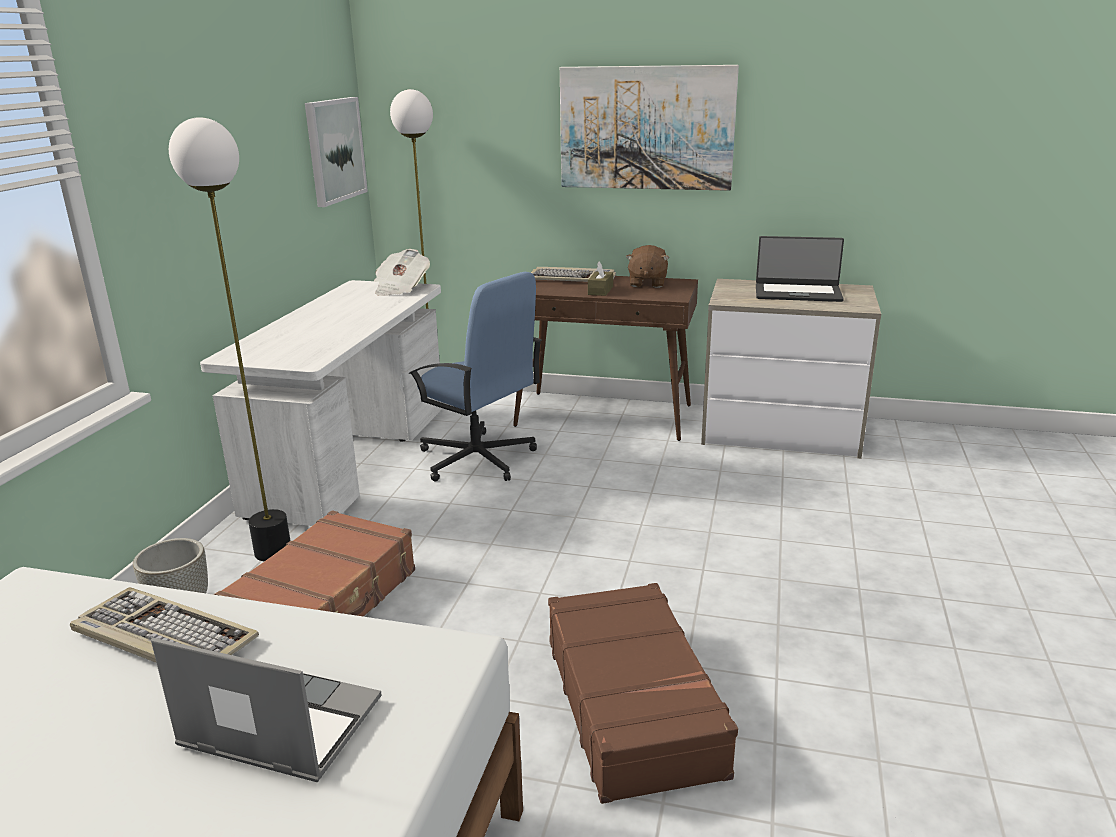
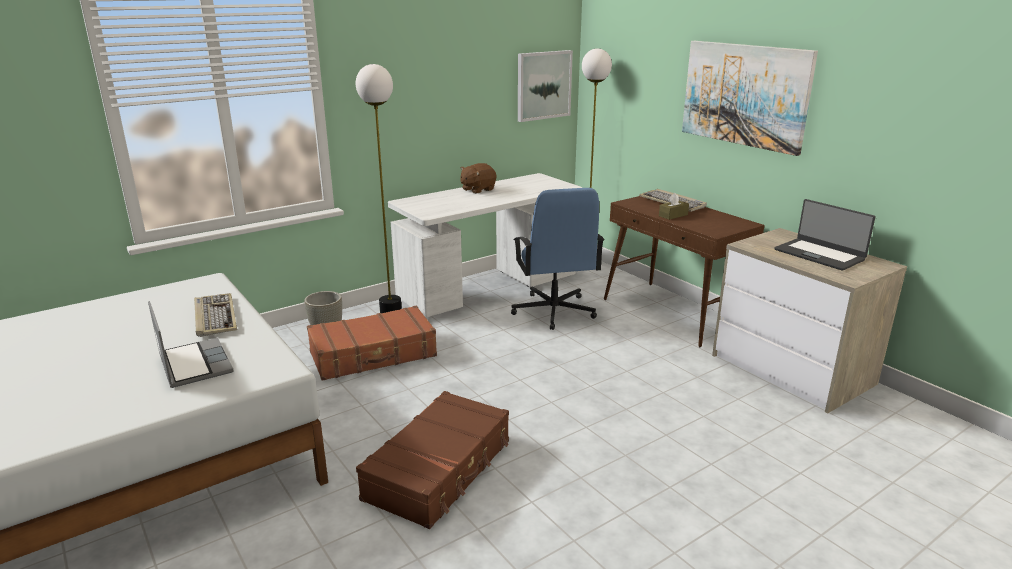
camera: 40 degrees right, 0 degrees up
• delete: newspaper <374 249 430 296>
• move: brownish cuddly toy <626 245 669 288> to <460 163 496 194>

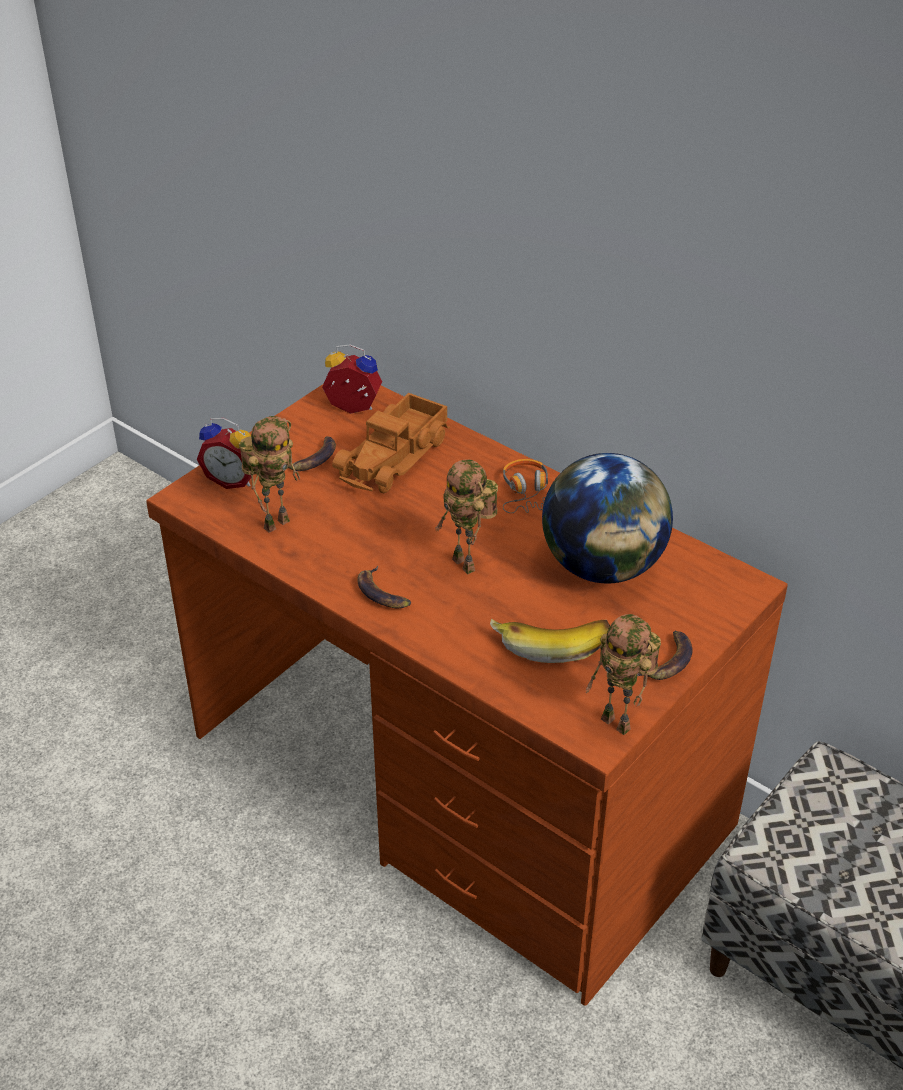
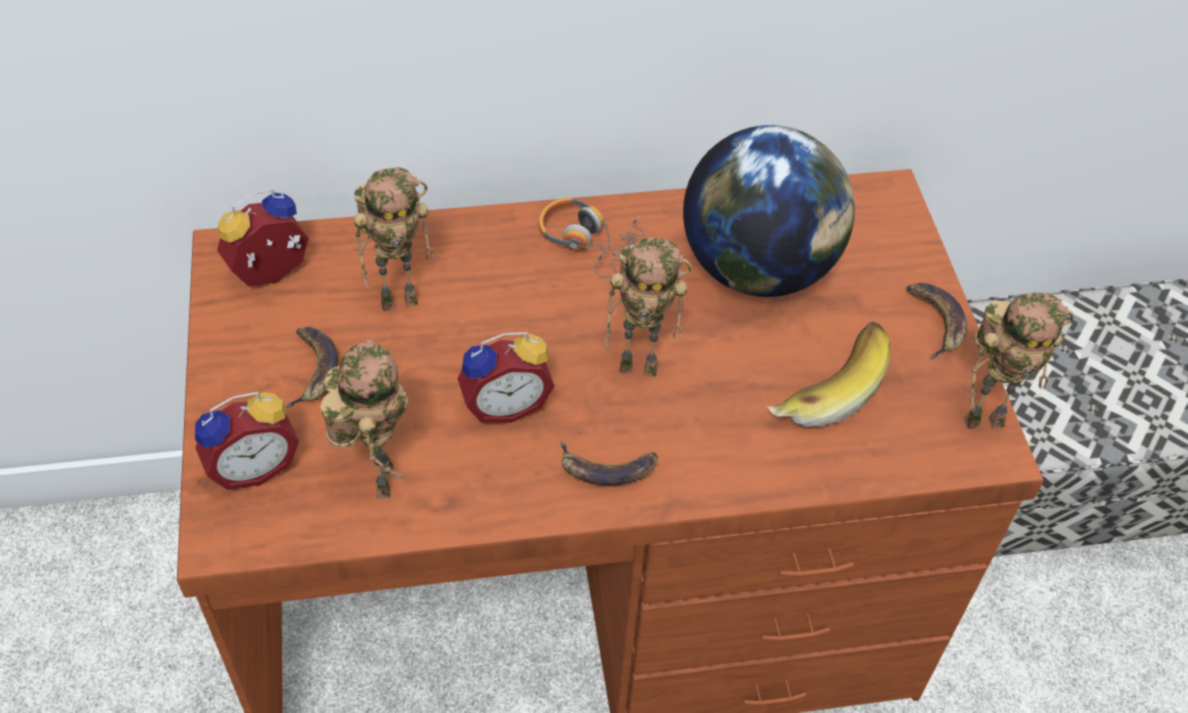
camera: 50 degrees left, 10 degrees up
• replace: toy lorry <332 393 450 493> to robot figure <354 167 434 311>
• insert: bedside clock <457 332 555 423>

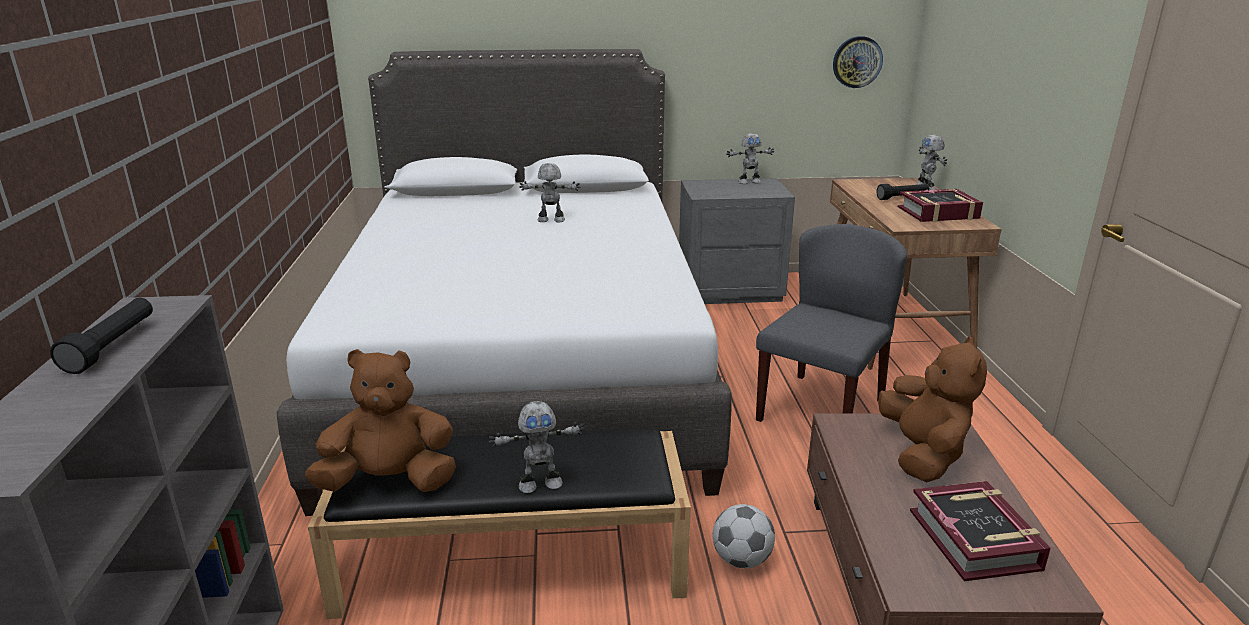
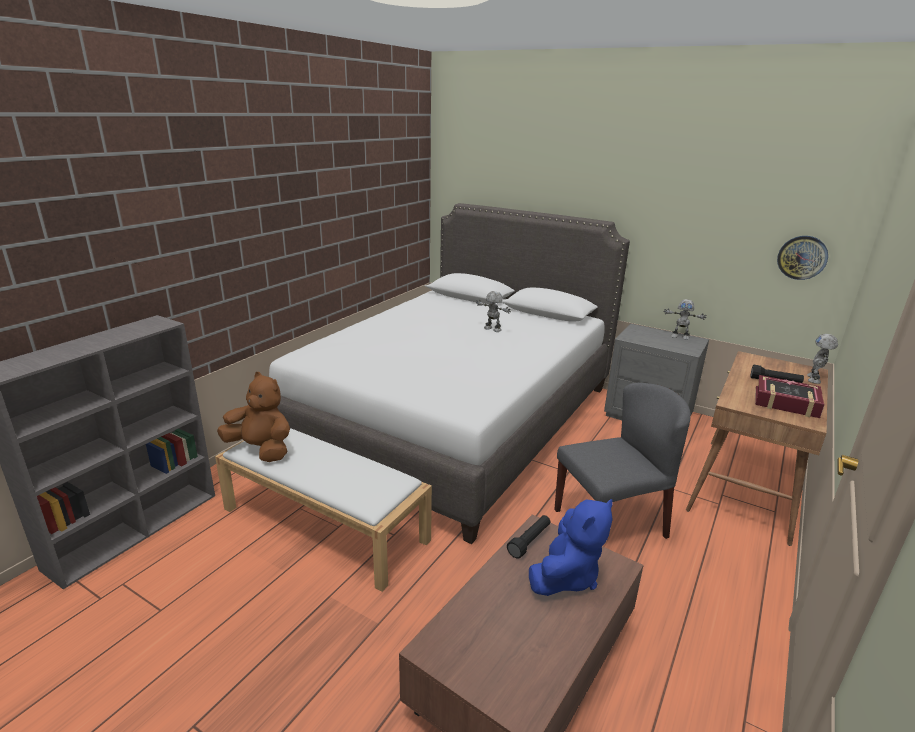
camera: 35 degrees right, 0 degrees up
• move: black-coloured flashlight <50 298 153 374> to <507 515 550 559>
• recolor: black-coloured long seat <308 428 691 619> to whitish long seat <215 428 432 592>
• delete: robot figure <488 401 585 493>
• delete: football <713 504 775 568>
• recolor: brownish cuddly toy <878 337 987 482> to blue cuddly toy <529 499 613 596>
• delete: volume <910 481 1051 581>

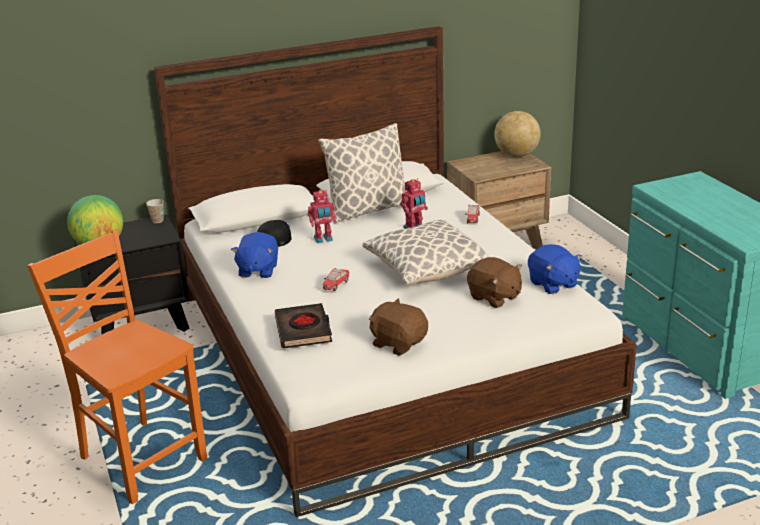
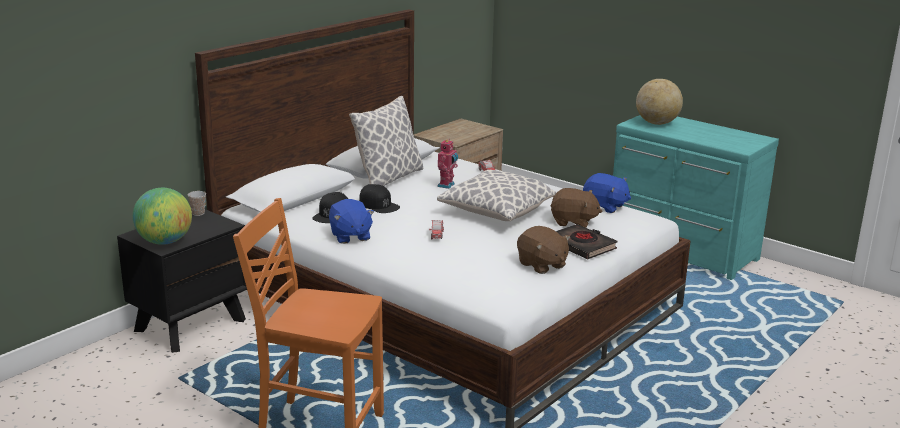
camera: 30 degrees left, 5 degrees down
• move: black-coloured volume <275 303 332 349> to <556 224 618 259>
• replace: robot figure <308 190 336 243> to black-coloured baseball cap <359 184 400 213>
• rotate: brownish cuddly toy <369 298 428 356> = <517 226 570 274> 135 degrees counterclockwise
• move: desk globe <494 111 541 157> to <636 79 683 125>

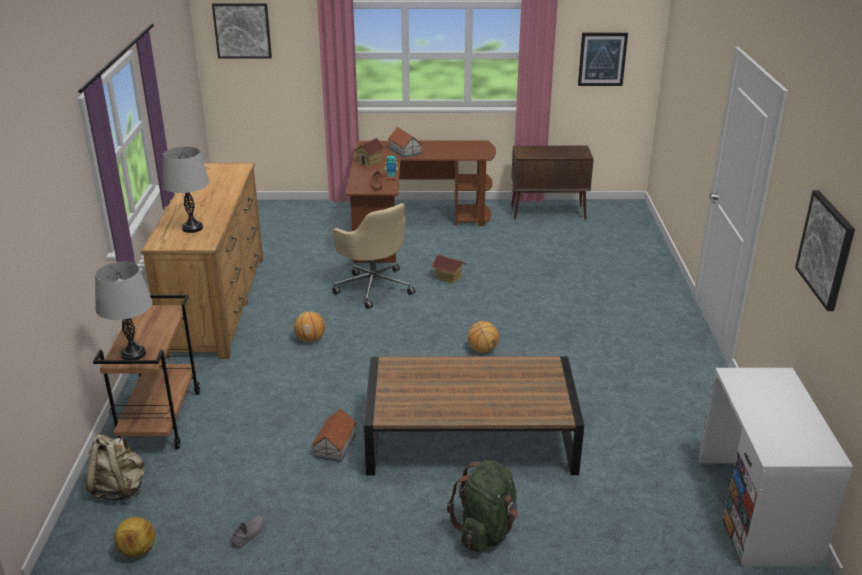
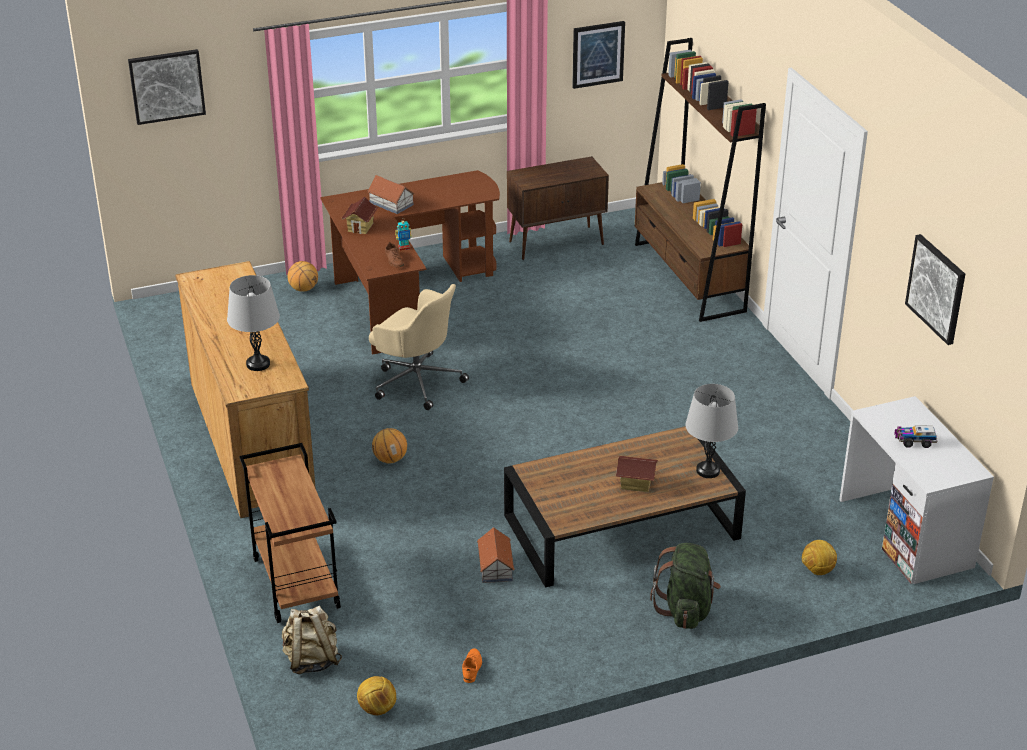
camera: 20 degrees left, 5 degrees up
• move: greyish table lamp <95 262 152 360> to <685 384 738 478>
• recolor: greyish shoe <232 516 264 549> to orangey shoe <462 648 482 683>
• move: toy house <431 254 467 284> to <616 456 658 492>
• move: basketball ball <468 321 499 353> to <287 261 318 292>
• insert: brownish bookcase <635 38 766 322>
• insert: football <802 540 837 575>
• insert: toy lorry <894 425 938 448>

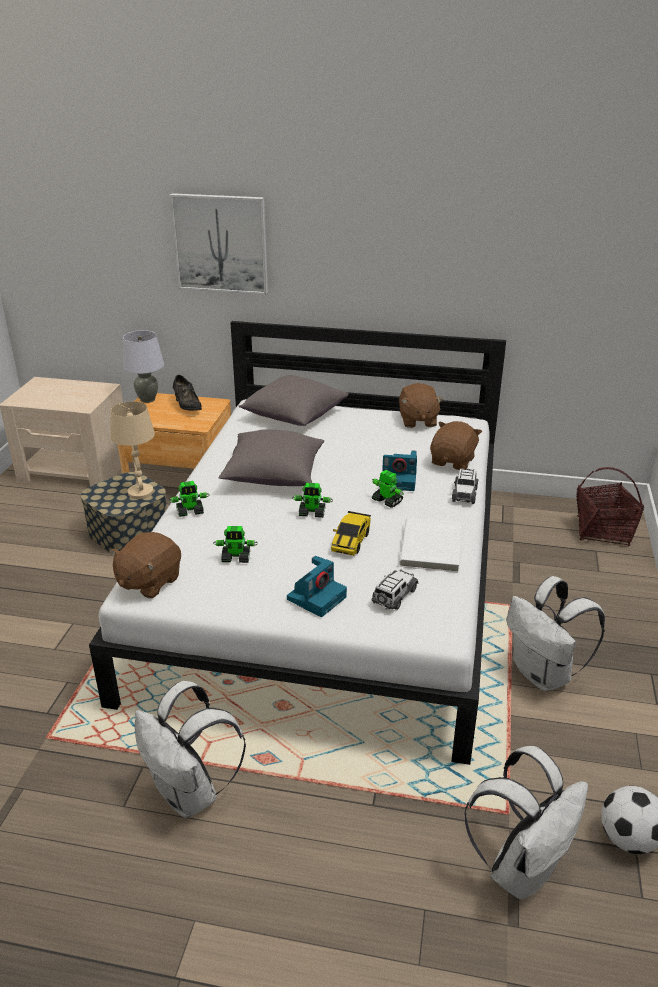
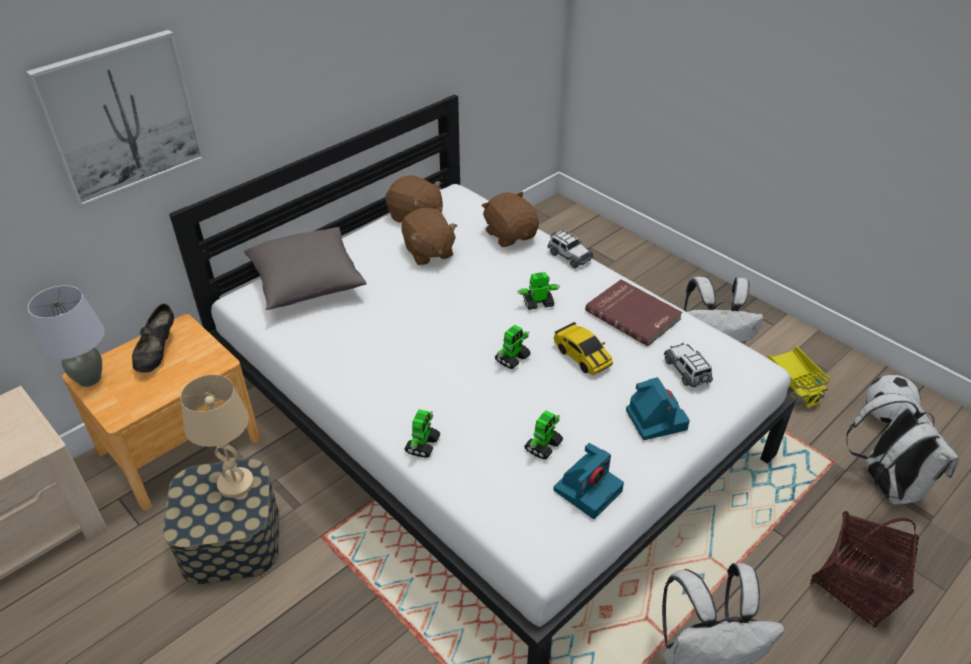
camera: 55 degrees left, 10 degrees up
• move: brownish cuddly toy <110 532 181 598> to <401 208 457 265>
• rotate: black-coloured shoe <173 375 202 411> = <132 304 174 373> 90 degrees clockwise
• delete: greyish pillow <218 429 324 486>
• move: still camera <382 450 417 491> to <553 443 624 519>
• recolor: whitish volume <399 517 461 573> to reddish volume <585 279 682 346>
• move: storage basket <577 467 644 547> to <810 511 919 628>
• insert: toy lorry <767 346 829 409>

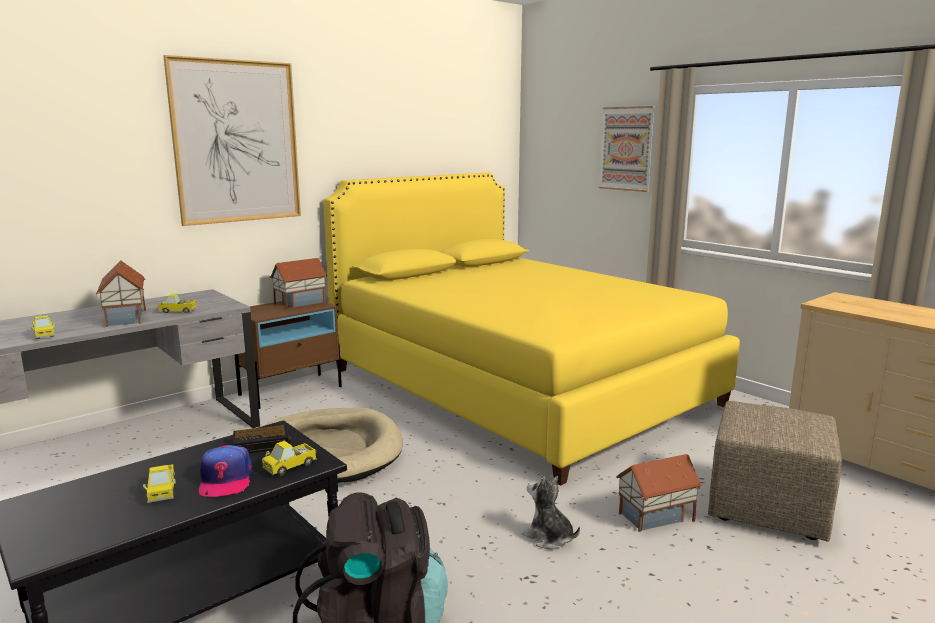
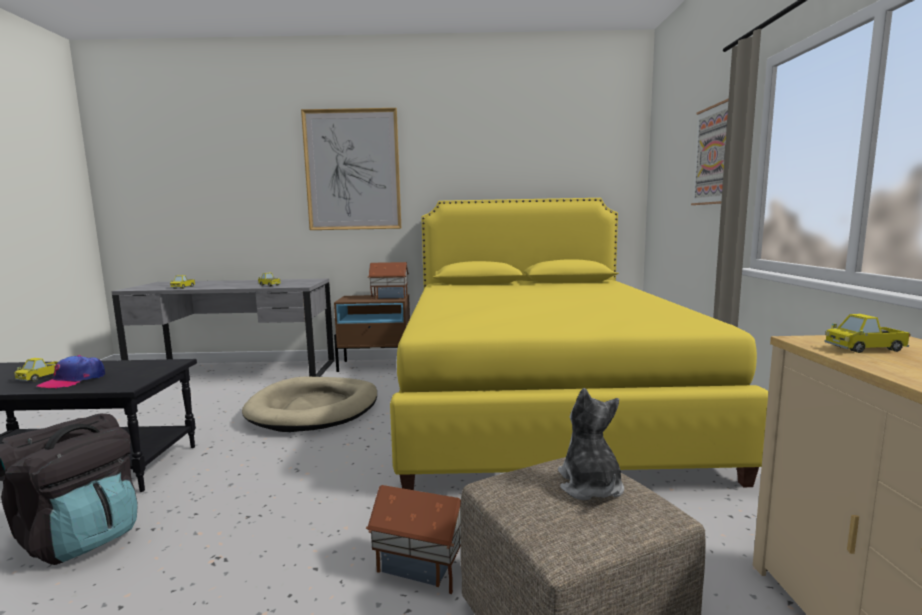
camera: 40 degrees right, 5 degrees down
• delete: toy house <96 260 146 327>
• delete: bedside clock <233 425 291 453>
• move: toy lorry <262 441 317 475> to <824 314 911 353>
• move: cuddly toy <522 476 580 549> to <558 388 624 500>

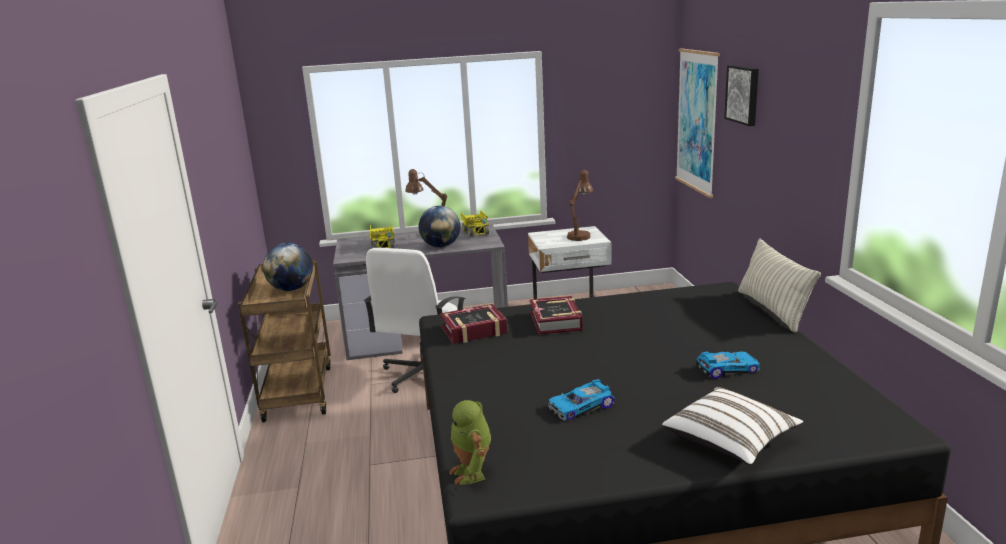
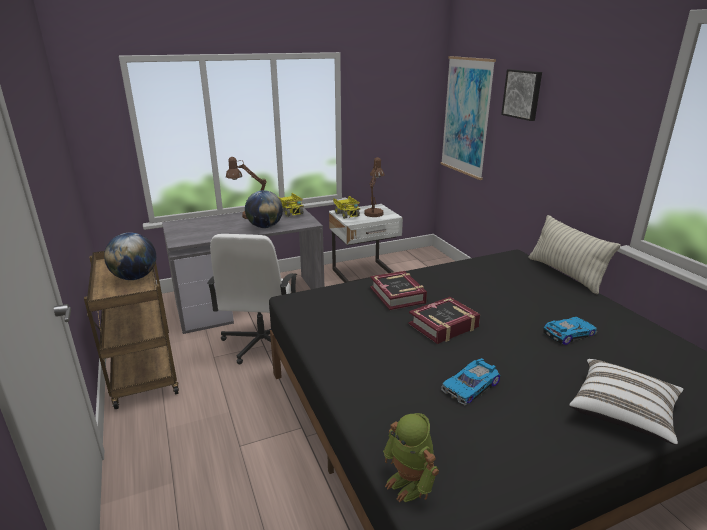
camera: 15 degrees left, 5 degrees up
• move: toy lorry <370 223 395 248> to <333 196 360 219>
• move: volume <440 304 508 344> to <408 297 480 344>

